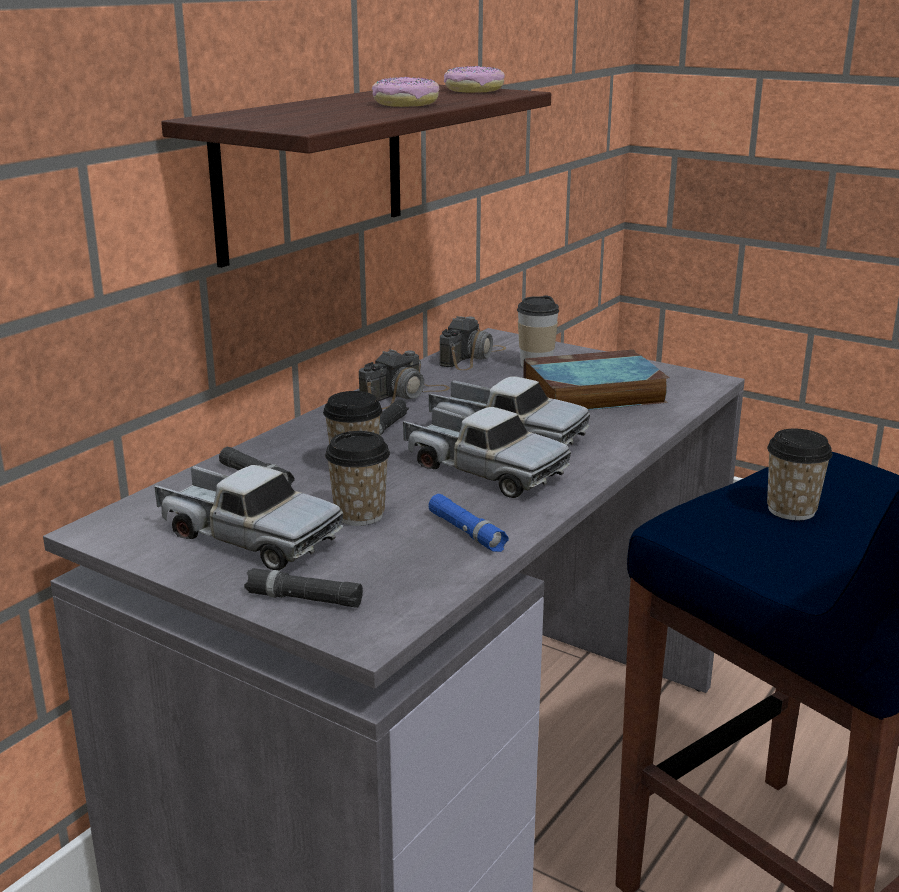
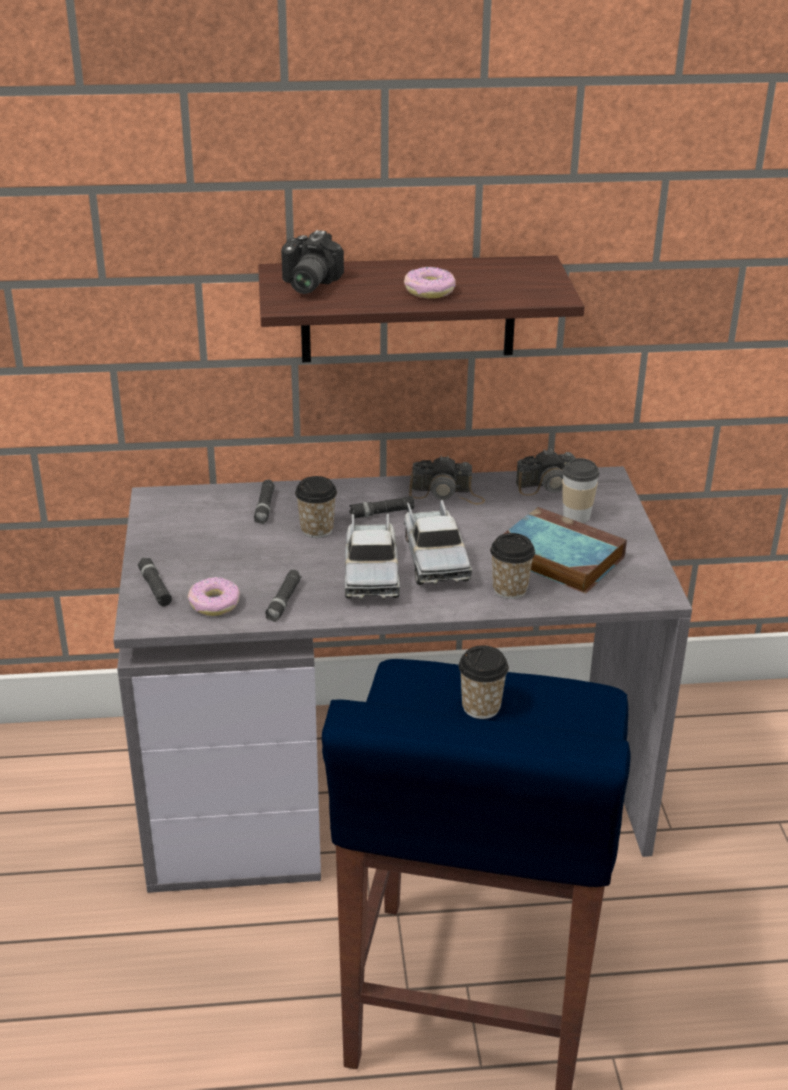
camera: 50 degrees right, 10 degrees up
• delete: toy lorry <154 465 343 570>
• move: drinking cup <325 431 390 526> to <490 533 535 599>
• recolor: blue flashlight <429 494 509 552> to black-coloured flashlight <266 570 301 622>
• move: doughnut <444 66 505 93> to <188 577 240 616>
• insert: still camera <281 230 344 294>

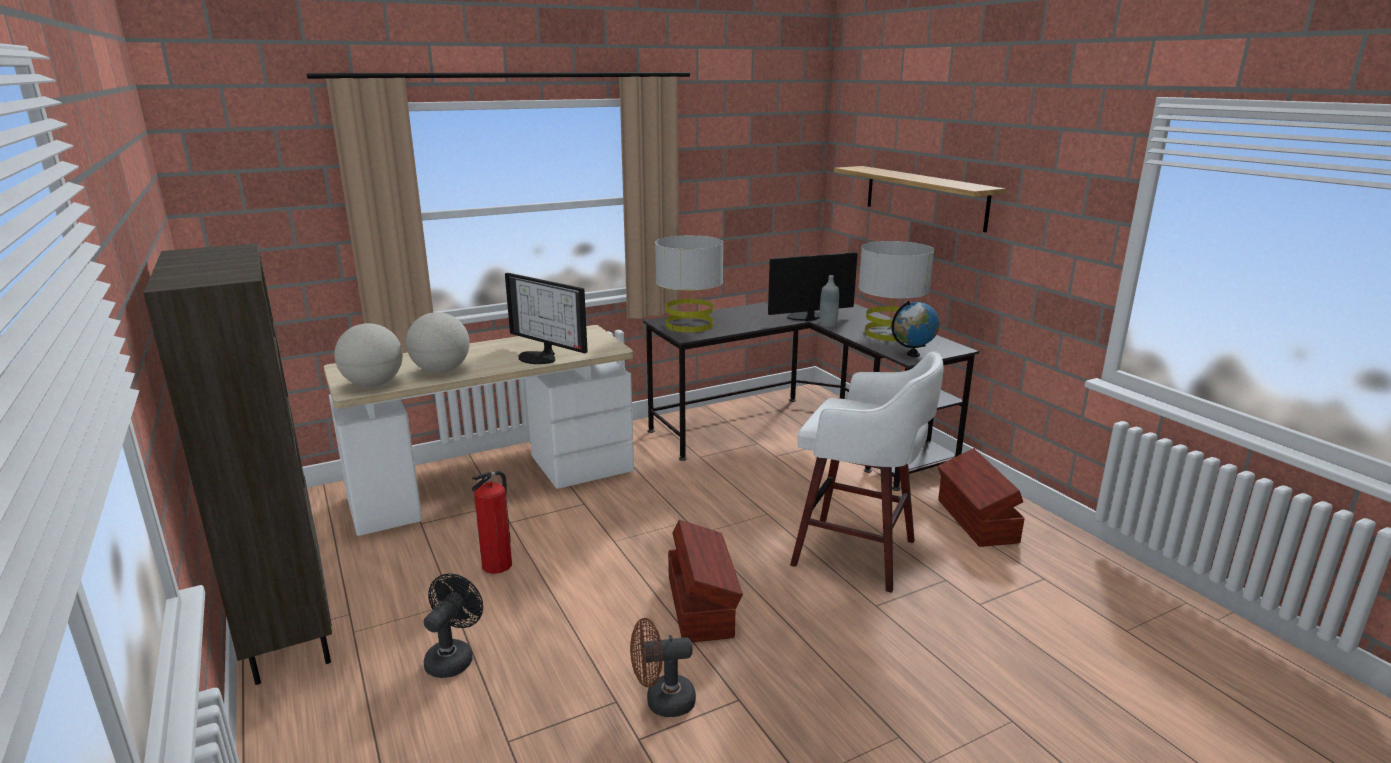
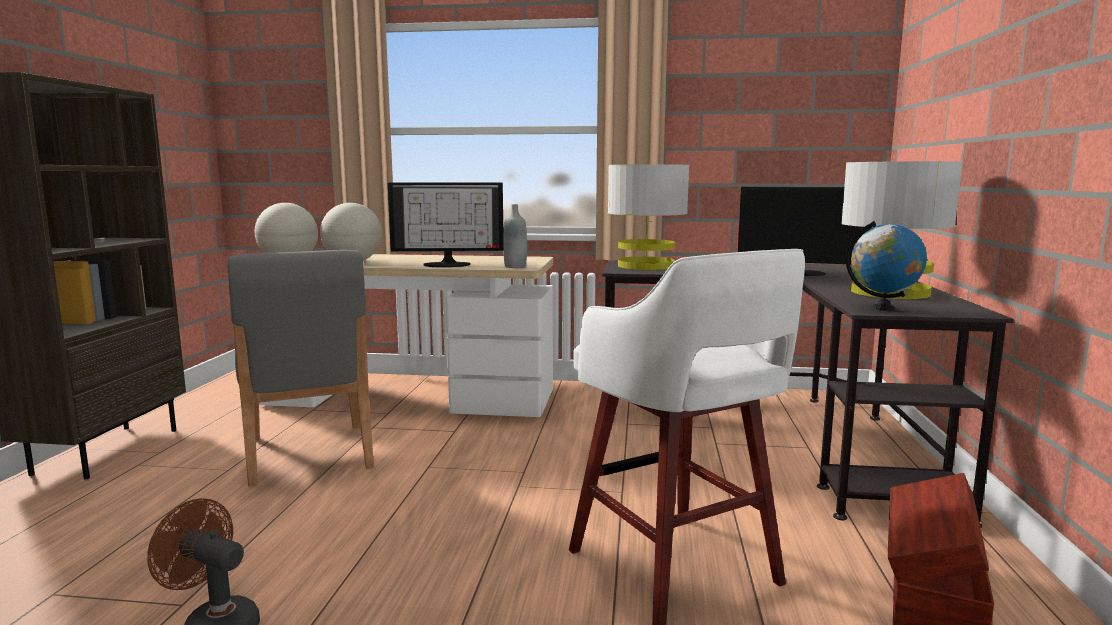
camera: 35 degrees right, 10 degrees down
• delete: black-coloured fan <424 574 483 678>
• replace: fire extinguisher <472 471 512 574> to greyish plain chair <227 250 374 487>
• rotate: monitor <505 273 588 364> = <388 182 503 268> 75 degrees counterclockwise
• delete: brownish storage bin <668 520 743 642>
• move: greyish drink bottle <820 275 839 327> to <503 204 527 268>
• delete: bracket shelf <834 166 1006 232>

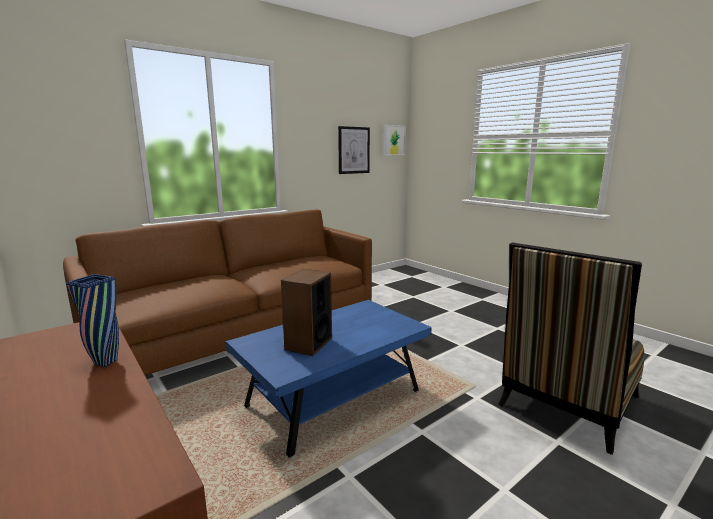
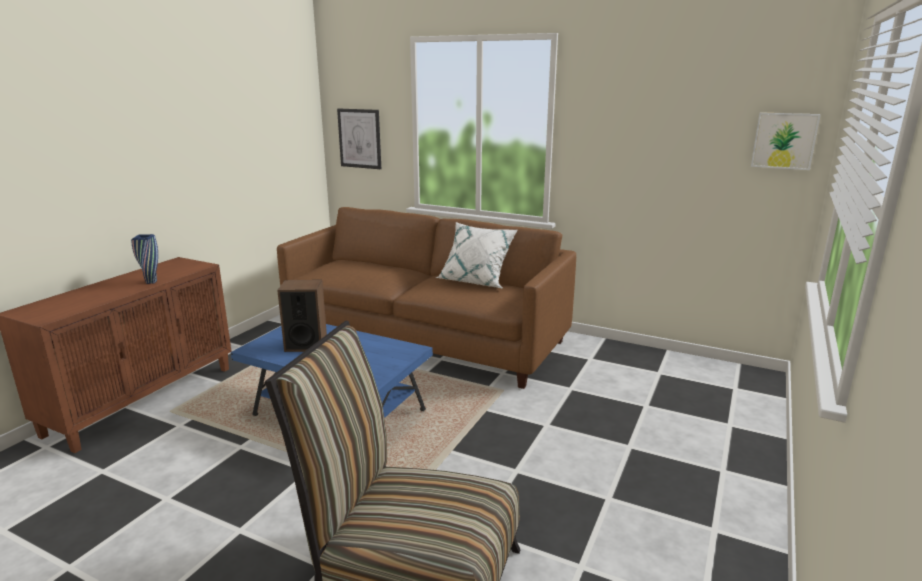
camera: 65 degrees right, 5 degrees up
• move: picture <338 126 370 174> to <337 109 381 169>
• insert: whitish pillow <436 222 518 289>

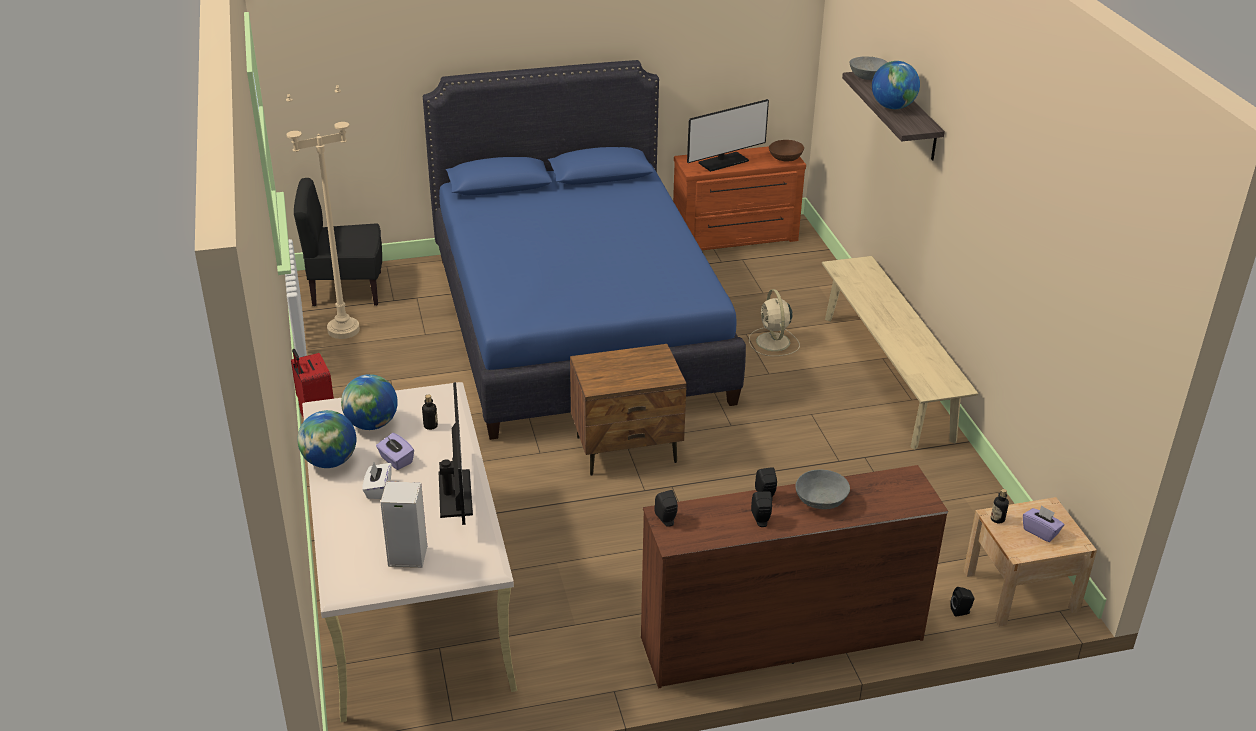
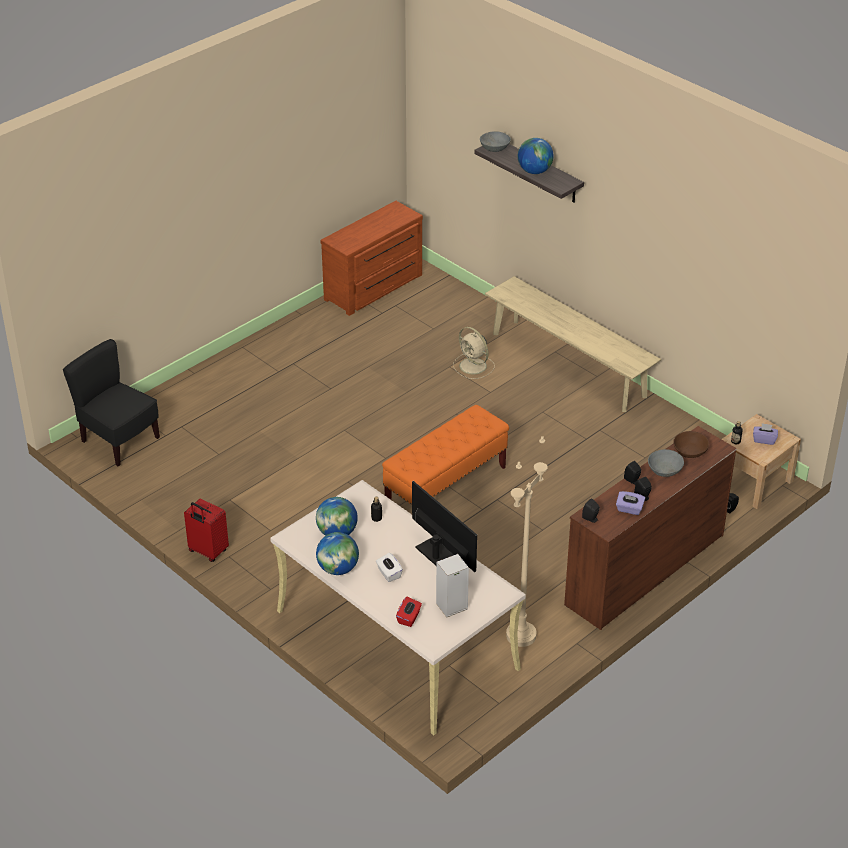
camera: 30 degrees left, 5 degrees up
• move: beige standard lamp <286 85 360 339> to <506 436 548 647>
• rotate: black-coloured plain chair <294 178 382 306> = <63 339 160 466> 75 degrees clockwise
• move: purplish tissue holder <376 433 414 470> to <616 491 645 515>
• delete: blue bed <423 60 746 440>
• replace: brownish night table <570 344 687 476> to orangey long seat <382 405 509 505>
• delete: monitor <687 99 769 172>
• move: brownish serving bowl <769 140 804 162> to <673 431 709 458>
• insert: reddish tissue holder <396 597 422 627>

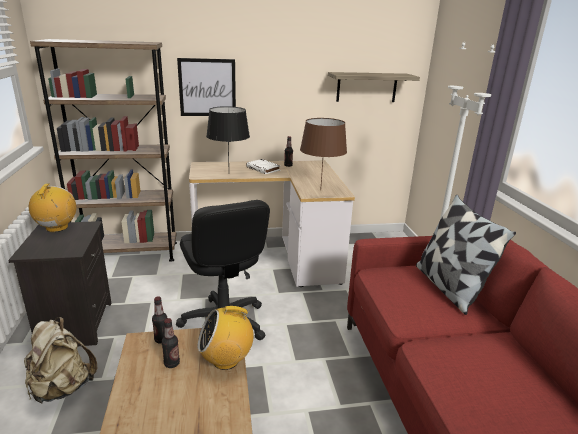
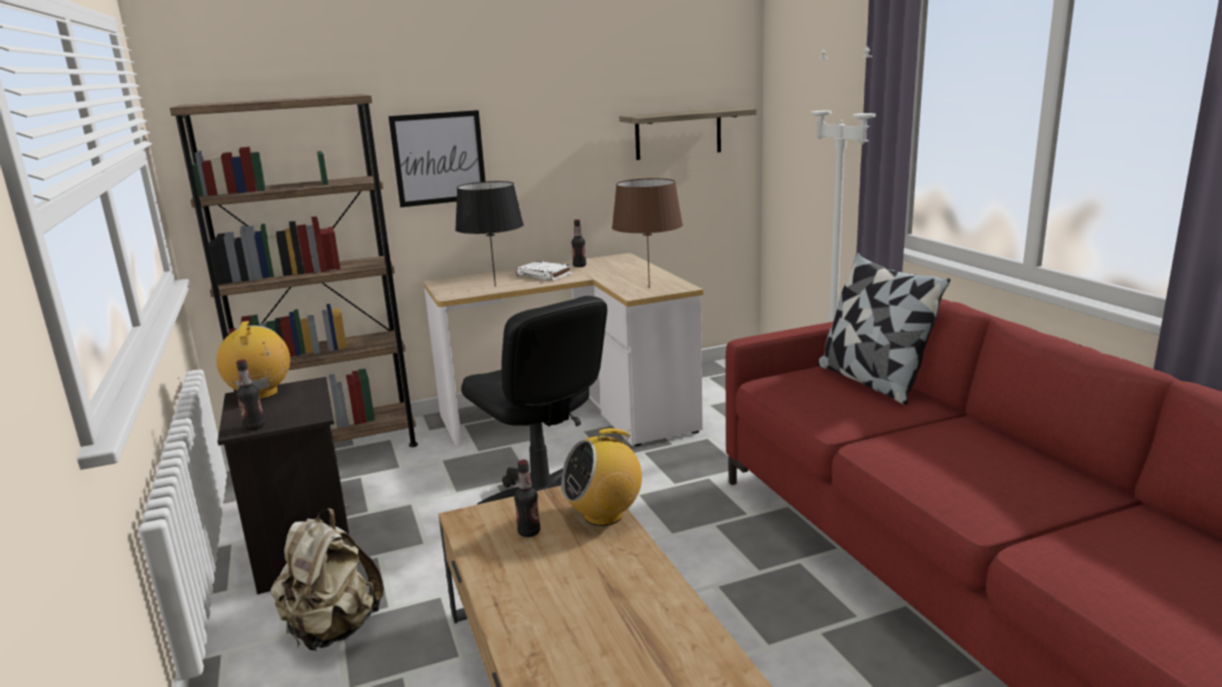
camera: 10 degrees left, 5 degrees down
• move: drink bottle <152 296 167 344> to <236 360 265 430>

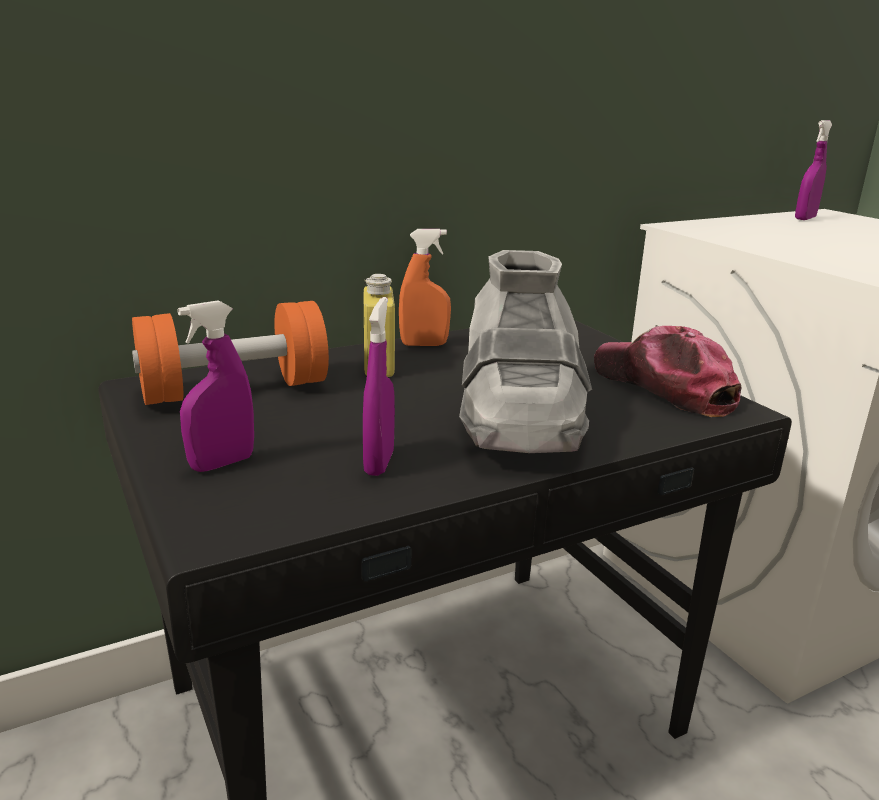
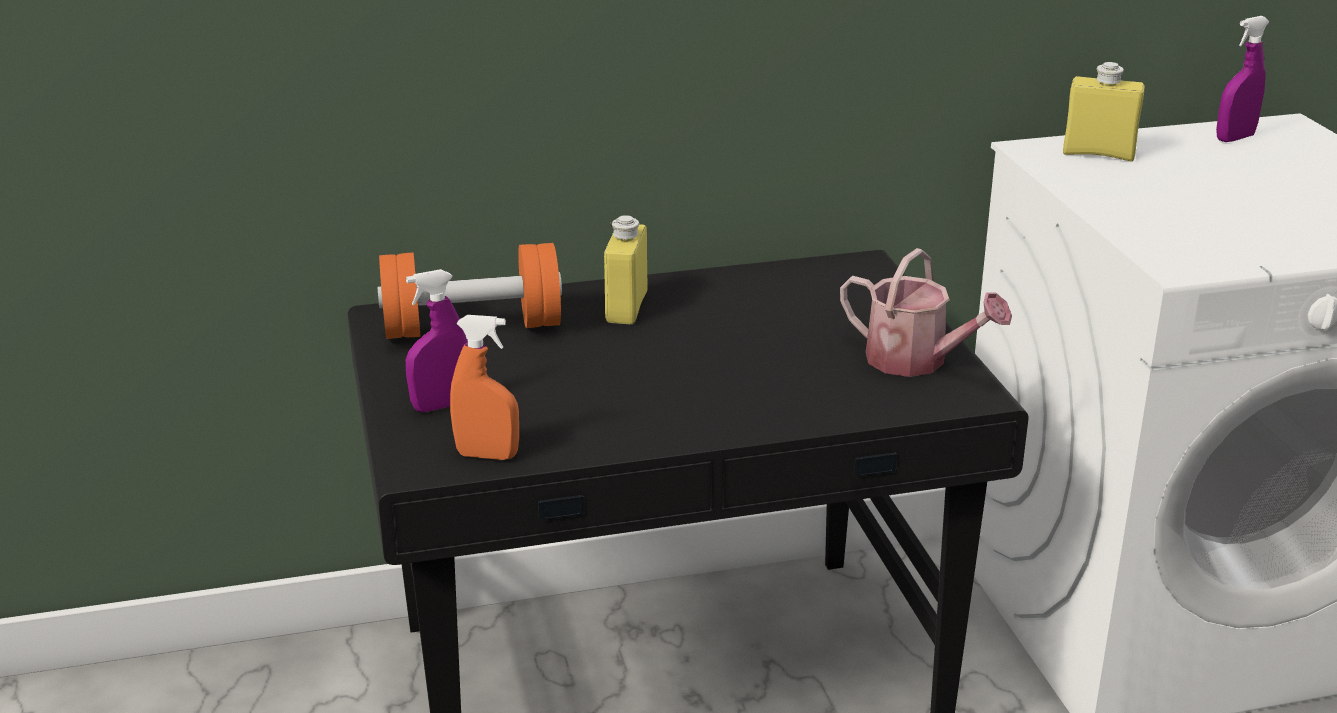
camera: 15 degrees right, 5 degrees up
• delete: purplish sprayer <363 297 395 476>
• move: orangey sprayer <399 229 451 346> to <450 315 519 460>
• delete: greyish tall boot <459 250 592 453>
• replace: baseball cap <594 326 742 417> to watering can <840 248 1012 377>
• insert: yellowish drink bottle <1063 62 1145 161>

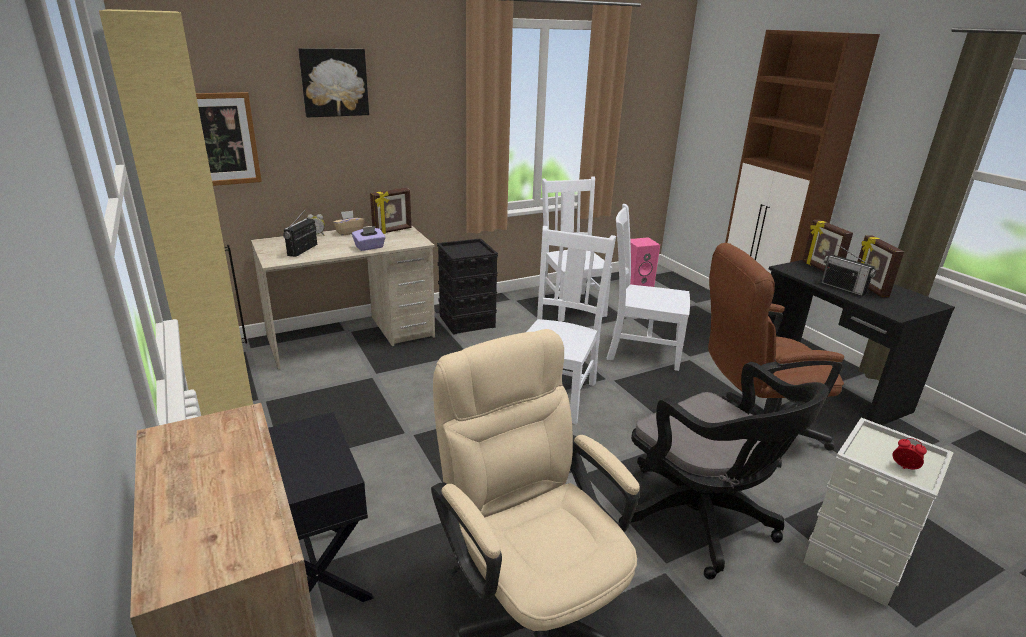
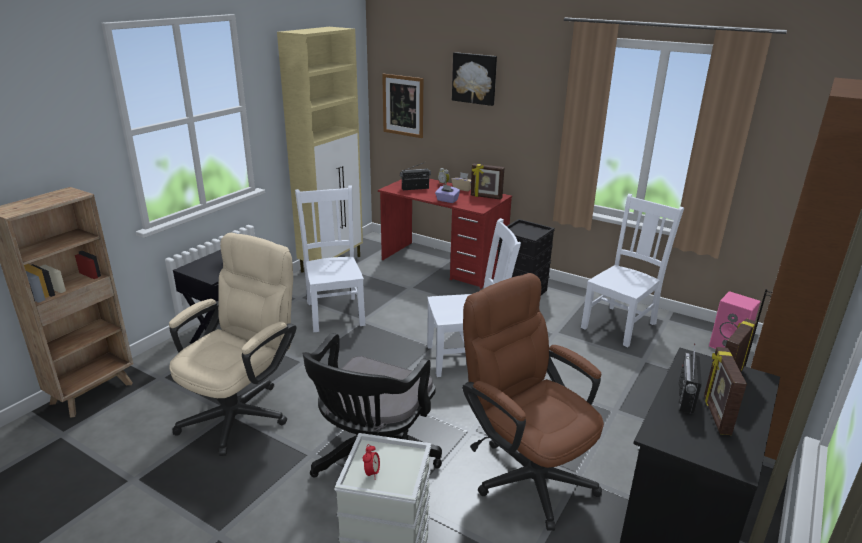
camera: 60 degrees right, 0 degrees up
• recolor: beige desk unit <251 225 435 369> to reddish desk unit <378 178 512 289>
• move: whitish plain chair <607 204 690 371> to <295 185 365 332>
• rotate: picture frame <857 235 904 297> = <704 347 747 435> 45 degrees counterclockwise

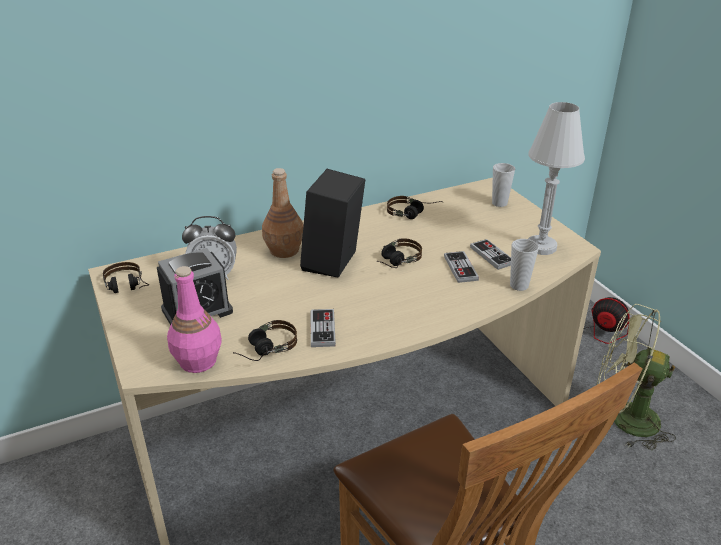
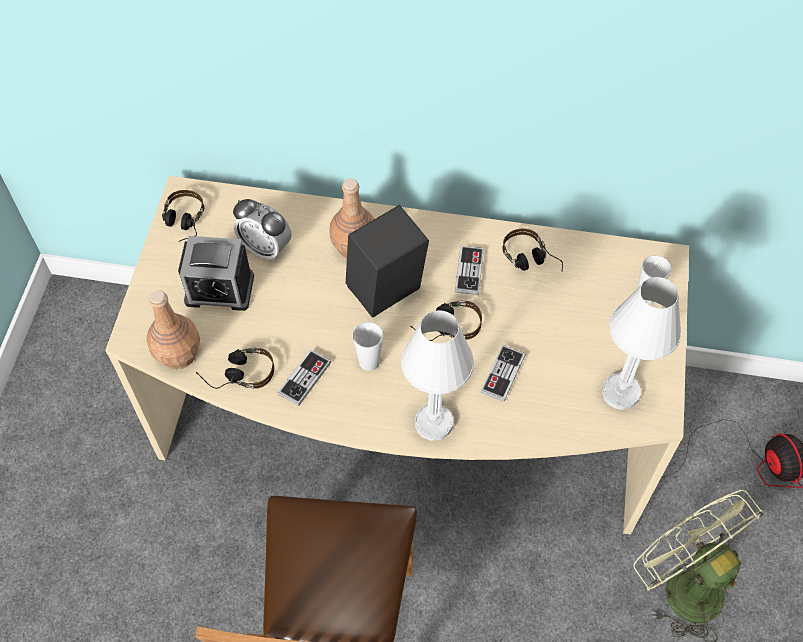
camera: 35 degrees right, 25 degrees up
• recolor: pink drink bottle <167 266 222 373> to brownish drink bottle <147 290 200 370>
• move: joypad <470 239 511 270> to <455 246 484 295>
• move: drinking cup <510 239 539 291> to <353 322 384 371>
• insert: whitish table lamp <401 310 474 441>

